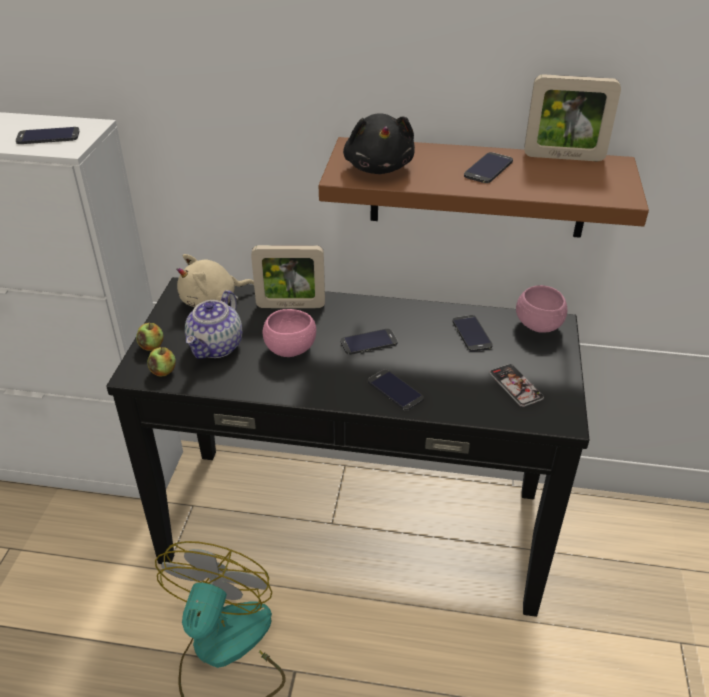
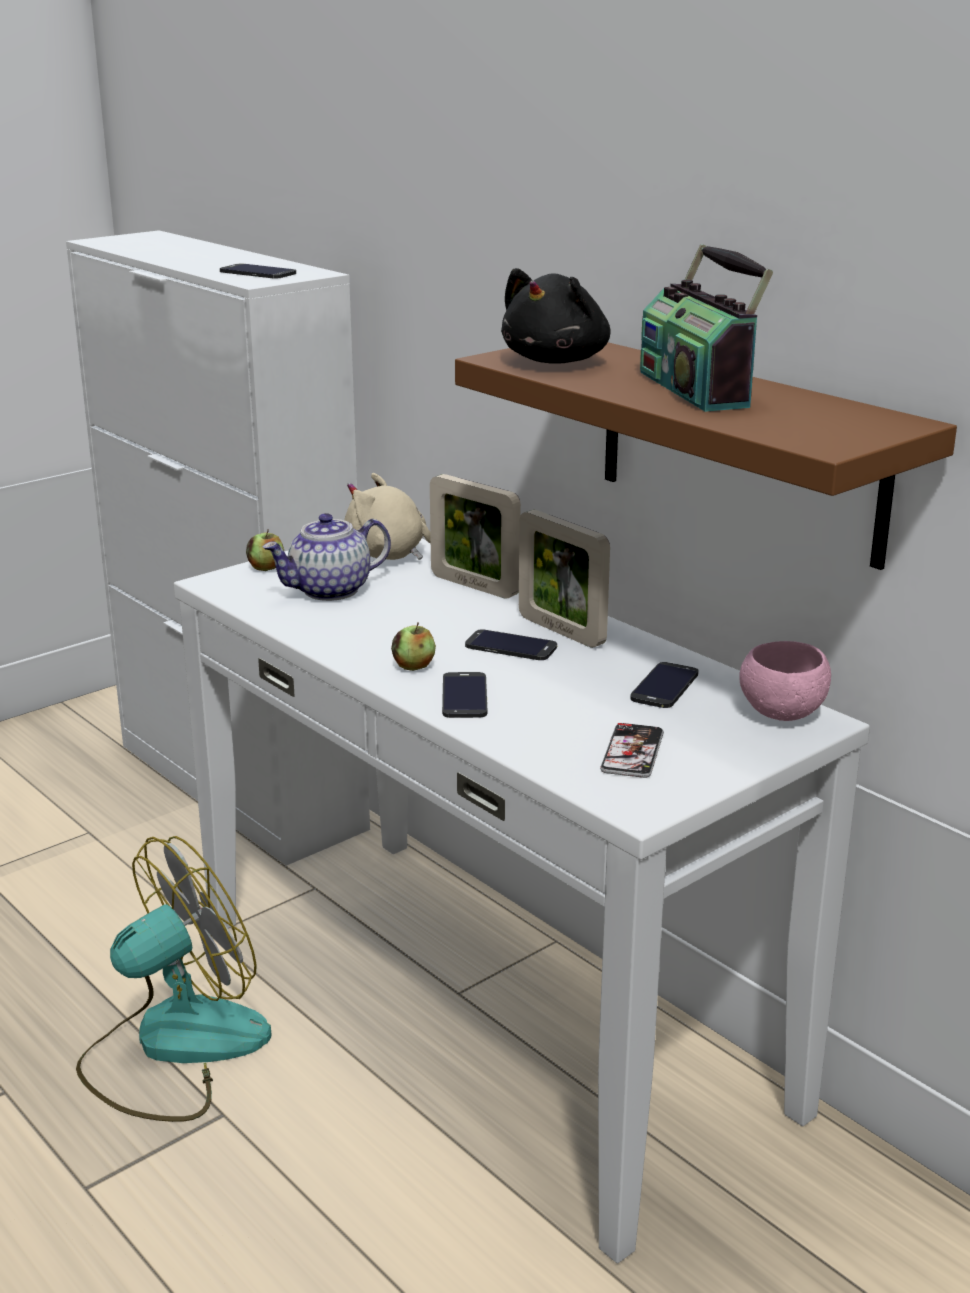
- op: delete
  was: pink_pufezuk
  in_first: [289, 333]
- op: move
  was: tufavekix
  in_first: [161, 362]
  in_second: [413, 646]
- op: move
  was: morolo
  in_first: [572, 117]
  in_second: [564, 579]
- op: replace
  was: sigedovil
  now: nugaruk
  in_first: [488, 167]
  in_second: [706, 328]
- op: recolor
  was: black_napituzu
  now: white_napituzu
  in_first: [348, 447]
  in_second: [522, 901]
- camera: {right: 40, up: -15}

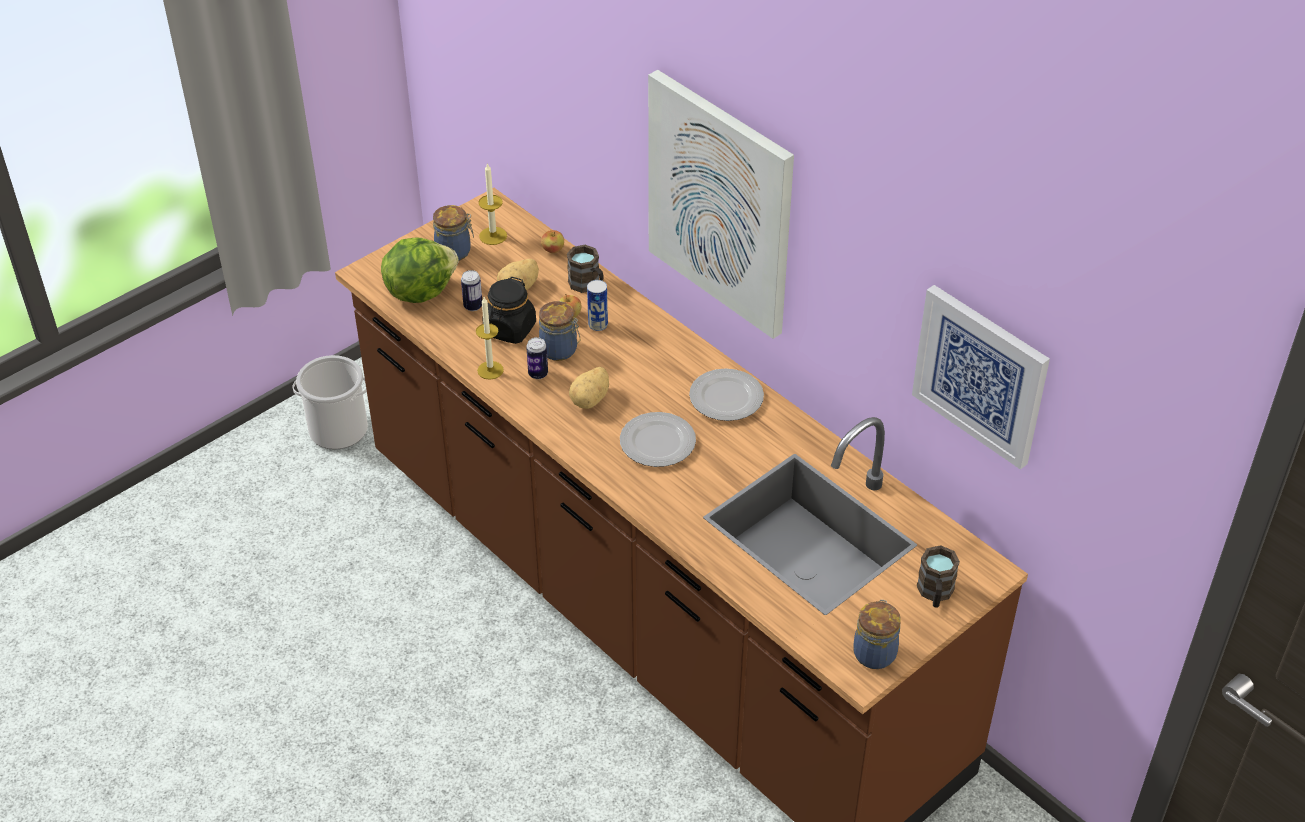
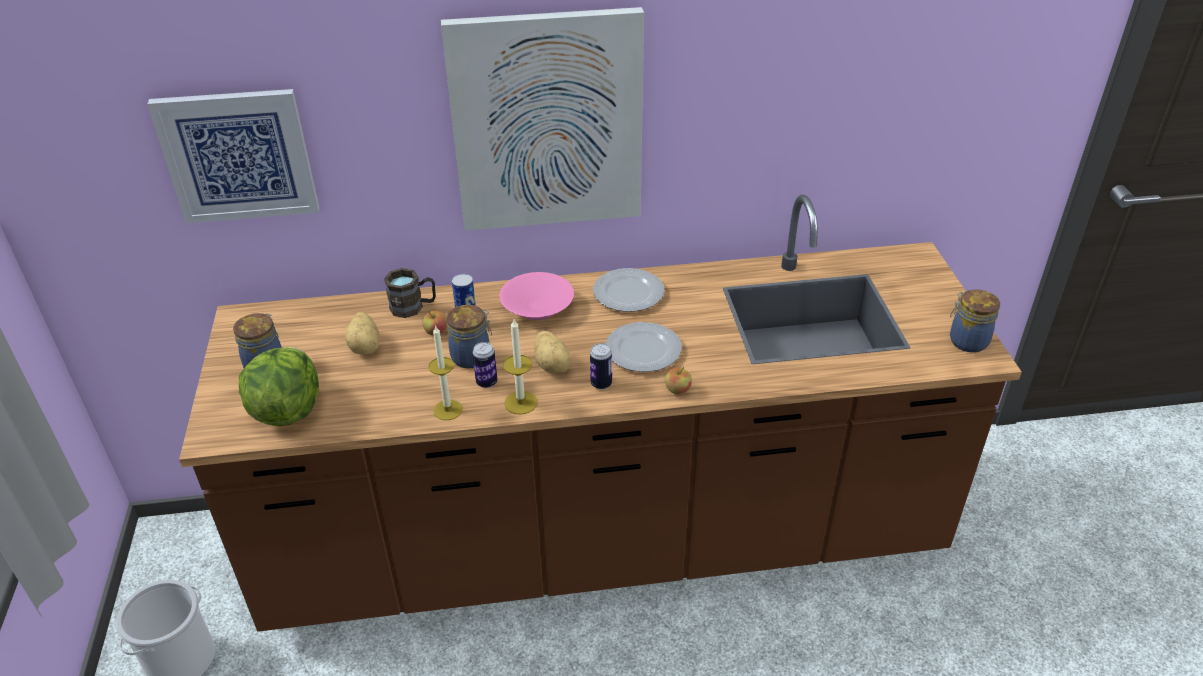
- op: delete
  was: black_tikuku
  in_first: [509, 310]
- op: delete
  was: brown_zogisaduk
  in_first: [938, 576]
- op: insert
  now: pink_pufezuk
  in_second: [536, 296]
- op: move
  was: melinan
  in_first: [471, 290]
  in_second: [601, 366]
- op: move
  was: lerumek
  in_first: [493, 204]
  in_second: [520, 367]
- op: move
  was: tufavekix
  in_first: [552, 241]
  in_second: [678, 380]
- op: move
  was: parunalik
  in_first: [981, 377]
  in_second: [233, 156]
- camera: {right: -55, up: -5}

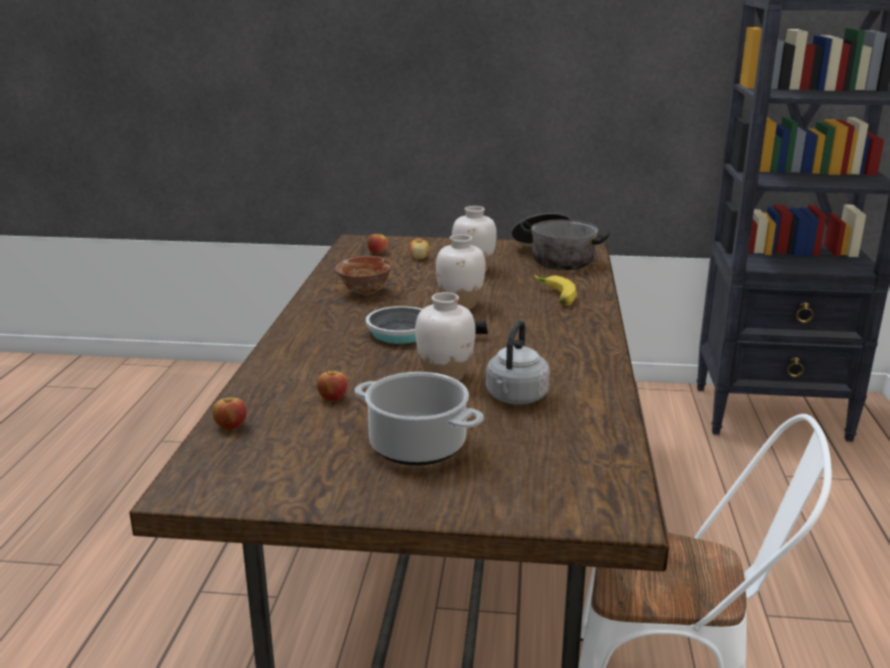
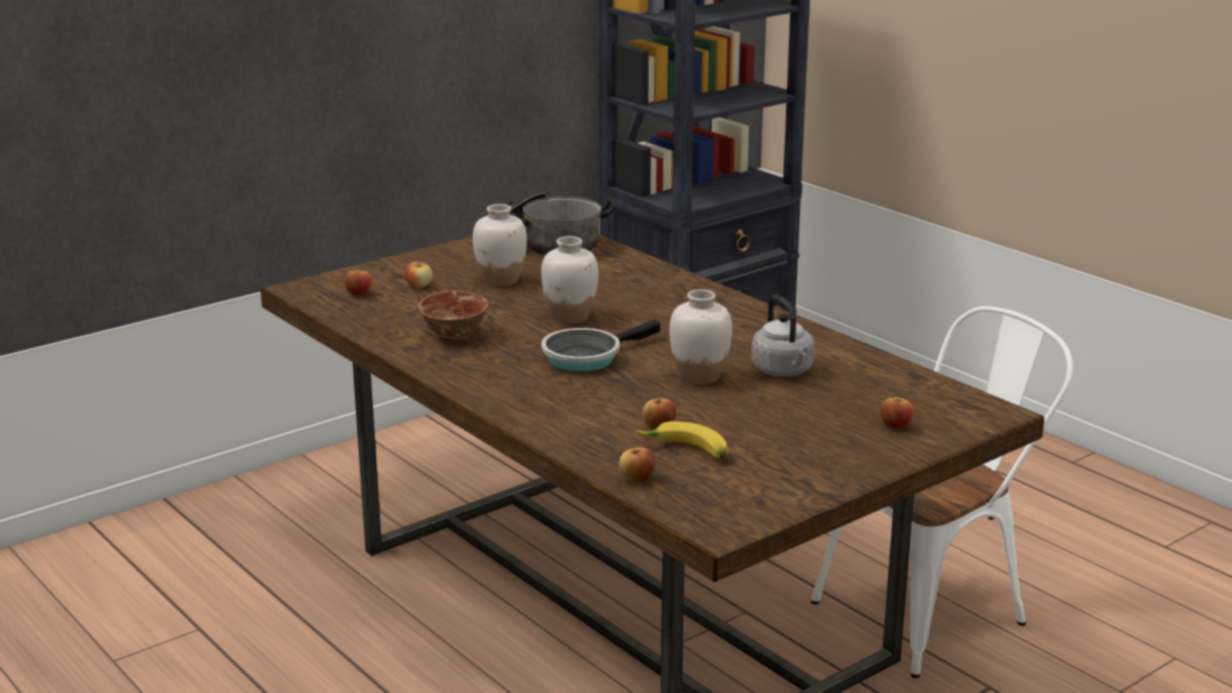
- op: delete
  was: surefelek
  in_first: [419, 419]
- op: insert
  now: tufavekix
  in_second: [896, 413]
- op: move
  was: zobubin
  in_first: [556, 290]
  in_second: [682, 440]
- camera: {right: -45, up: 0}

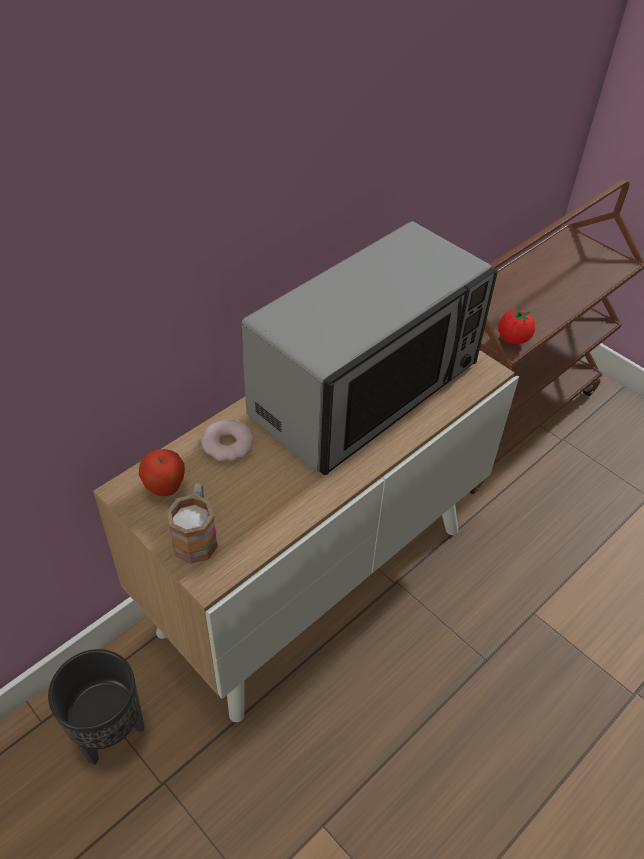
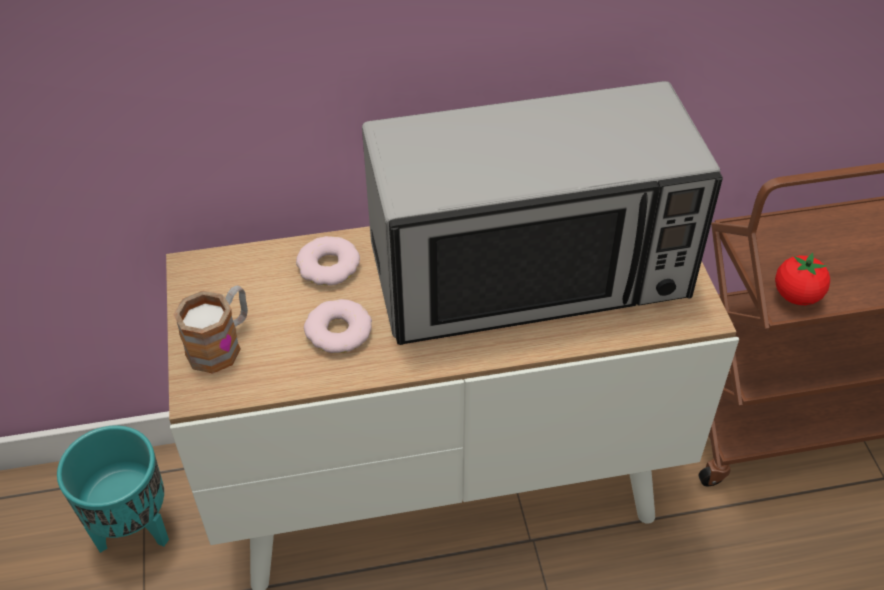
- op: delete
  was: tufavekix
  in_first: [162, 472]
- op: insert
  now: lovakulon
  in_second: [338, 326]
- op: recolor
  was: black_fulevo
  now: turquoise_fulevo
  in_first: [96, 707]
  in_second: [113, 489]
- camera: {right: 35, up: 0}

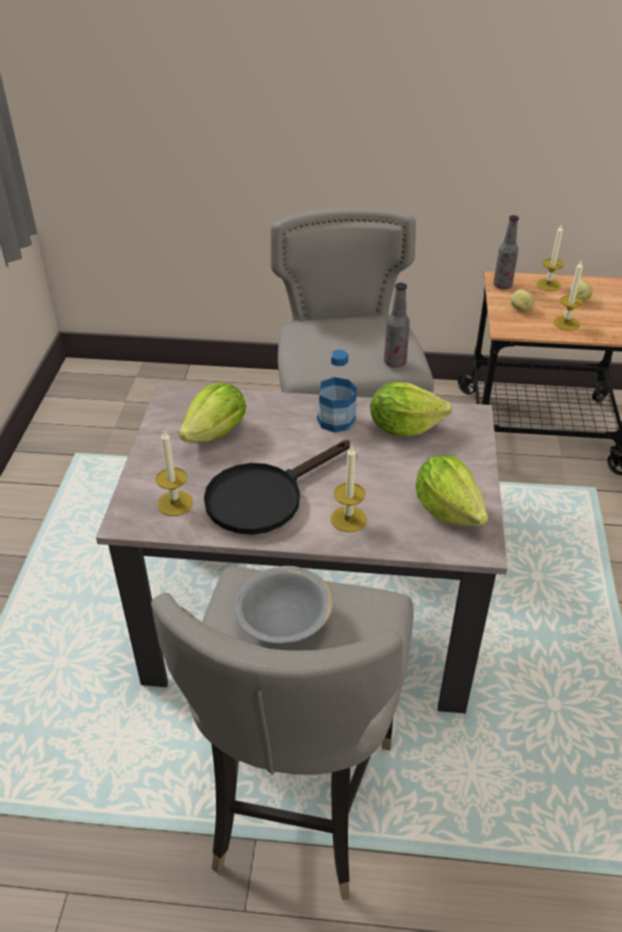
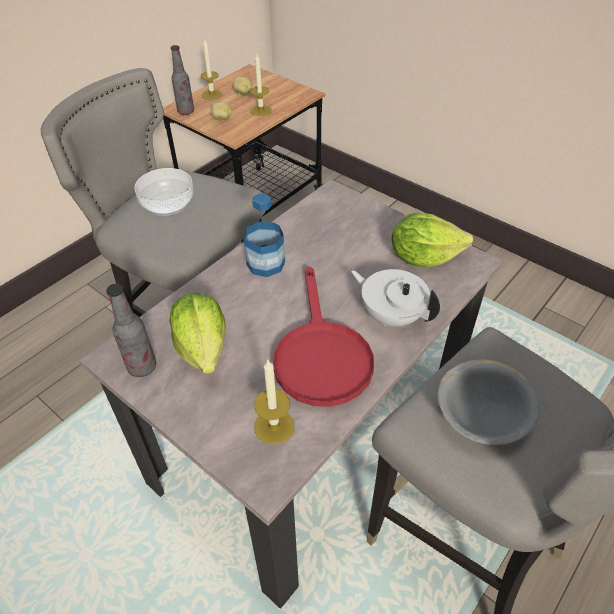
- op: delete
  was: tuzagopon
  in_first: [411, 409]
- op: insert
  now: pufezuk
  in_second: [164, 192]
- op: move
  was: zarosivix
  in_first: [397, 325]
  in_second: [131, 330]
- op: replace
  was: lerumek
  now: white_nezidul
  in_first: [349, 489]
  in_second: [395, 298]
- op: recolor
  was: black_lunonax
  now: red_lunonax
  in_first: [277, 487]
  in_second: [323, 336]
- camera: {right: -55, up: 5}

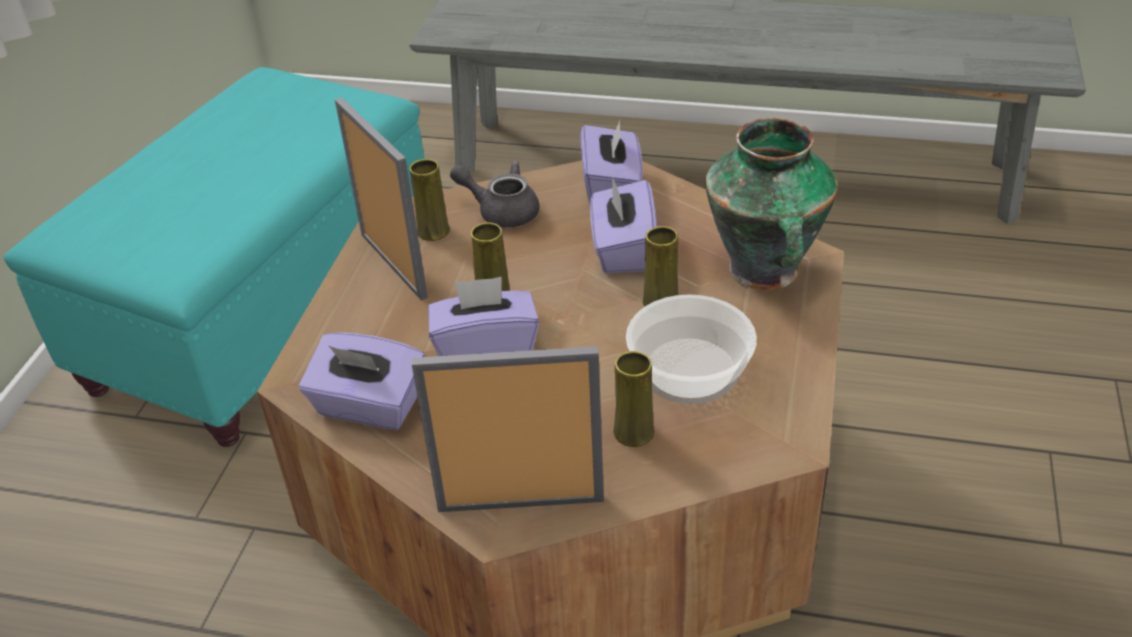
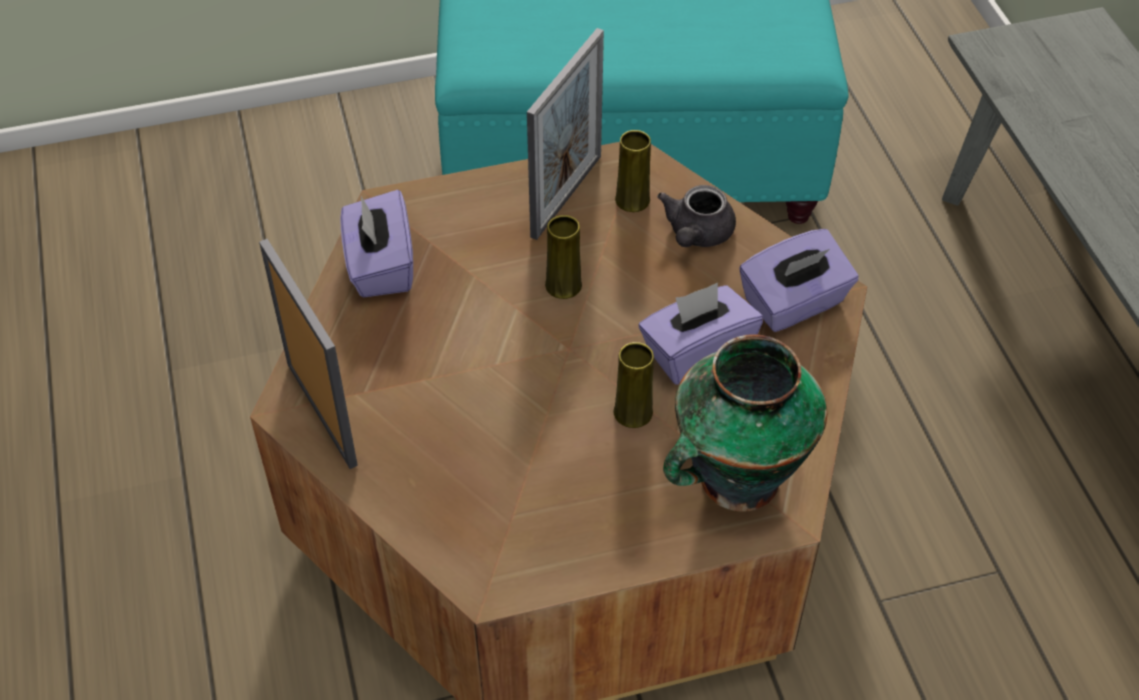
- op: delete
  was: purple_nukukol
  in_first: [483, 316]
- op: delete
  was: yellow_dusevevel
  in_first: [633, 399]
- op: delete
  was: pufezuk
  in_first: [691, 349]
- op: rotate
  was: grey_nezidul
  in_first: [494, 194]
  in_second: [696, 216]
  clockwise: -150
- camera: {right: 60, up: 10}

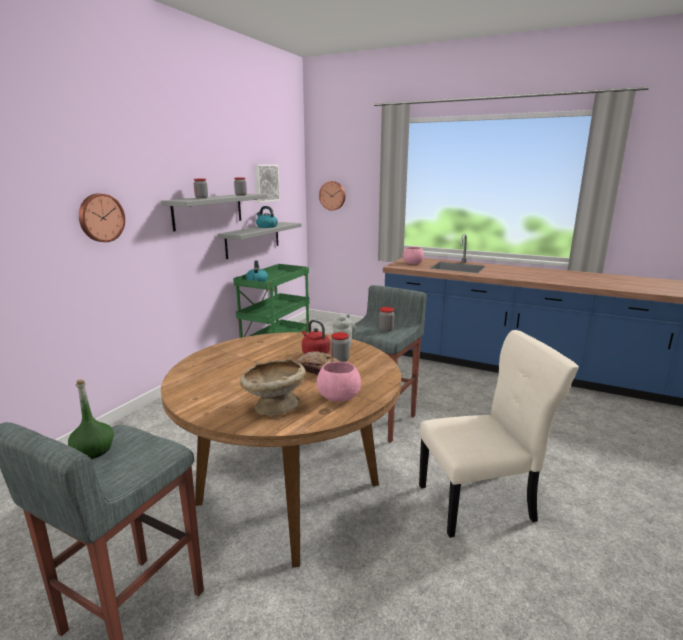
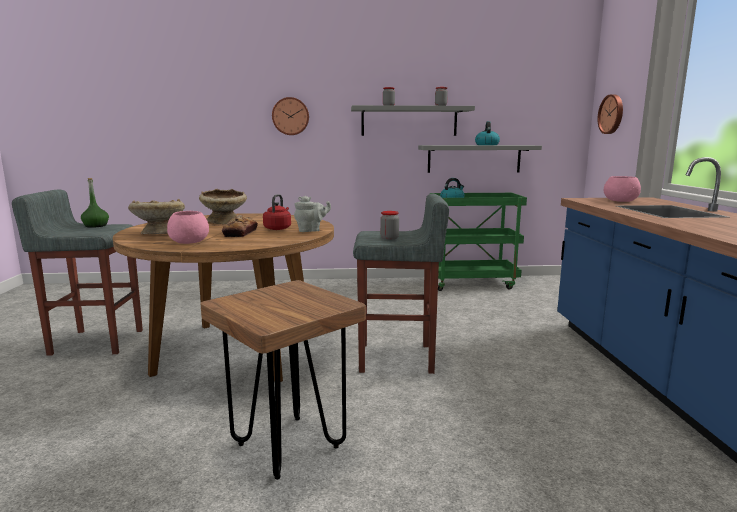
- op: delete
  was: parunalik
  in_first: [267, 184]
- op: delete
  was: tikuku
  in_first: [340, 347]
- op: insert
  now: beige_pufezuk
  in_second: [223, 206]
- op: replace
  was: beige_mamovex
  now: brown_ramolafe
  in_first: [499, 434]
  in_second: [283, 380]
- camera: {right: 60, up: -5}

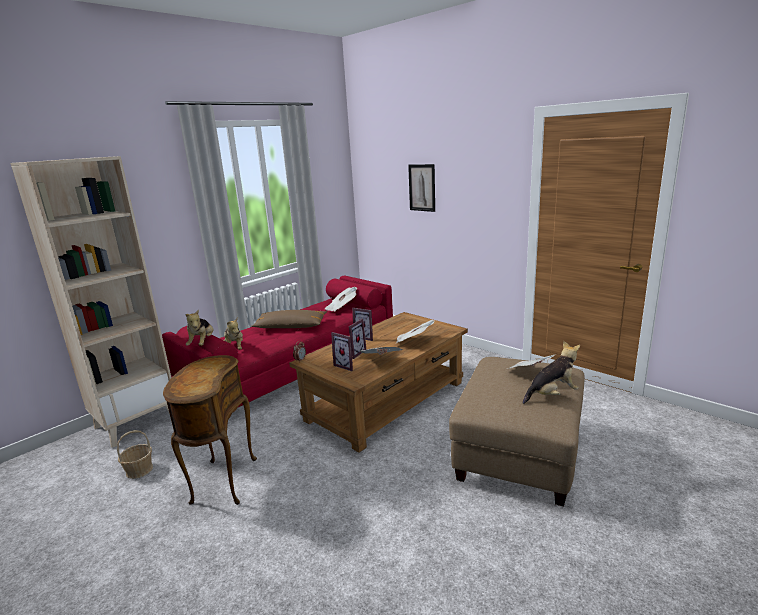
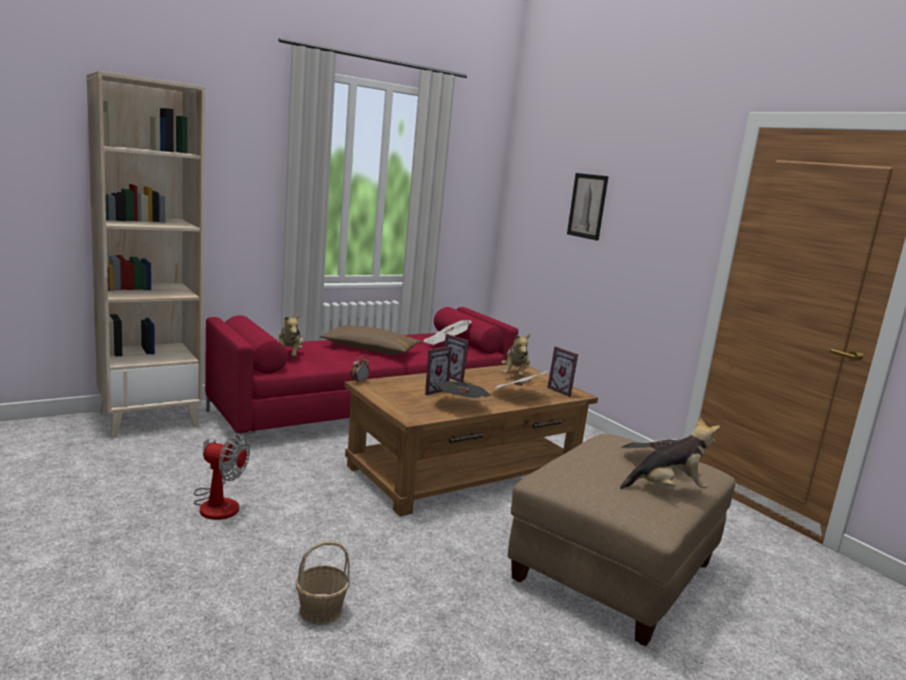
- op: move
  was: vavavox
  in_first: [135, 454]
  in_second: [323, 583]
- op: move
  was: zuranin
  in_first: [199, 327]
  in_second: [515, 355]
- op: move
  was: morolo
  in_first: [342, 351]
  in_second: [562, 371]
- op: replace
  was: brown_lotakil
  now: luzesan
  in_first: [210, 430]
  in_second: [222, 476]
- camera: {right: 10, up: -5}

